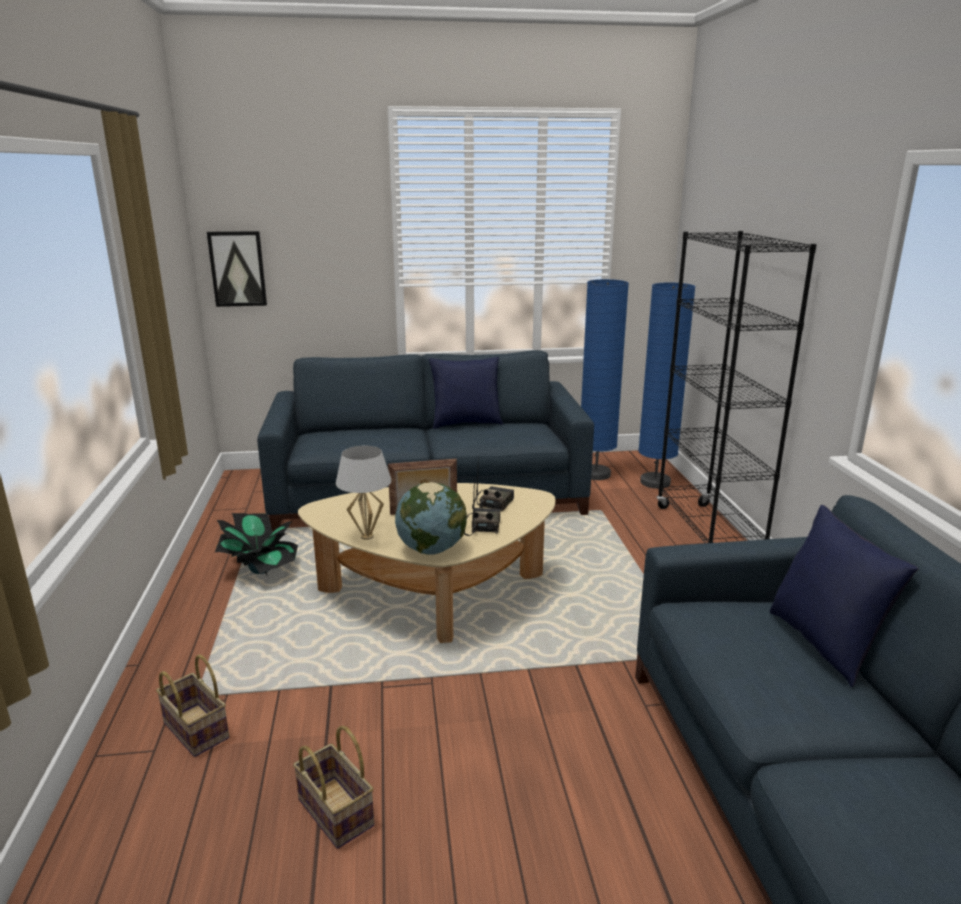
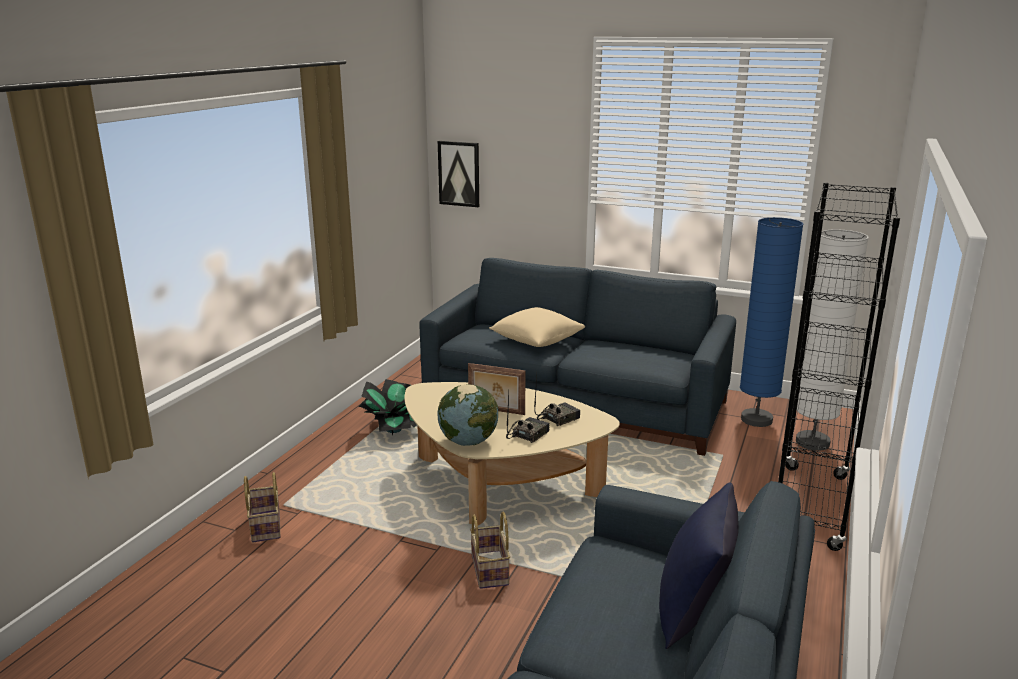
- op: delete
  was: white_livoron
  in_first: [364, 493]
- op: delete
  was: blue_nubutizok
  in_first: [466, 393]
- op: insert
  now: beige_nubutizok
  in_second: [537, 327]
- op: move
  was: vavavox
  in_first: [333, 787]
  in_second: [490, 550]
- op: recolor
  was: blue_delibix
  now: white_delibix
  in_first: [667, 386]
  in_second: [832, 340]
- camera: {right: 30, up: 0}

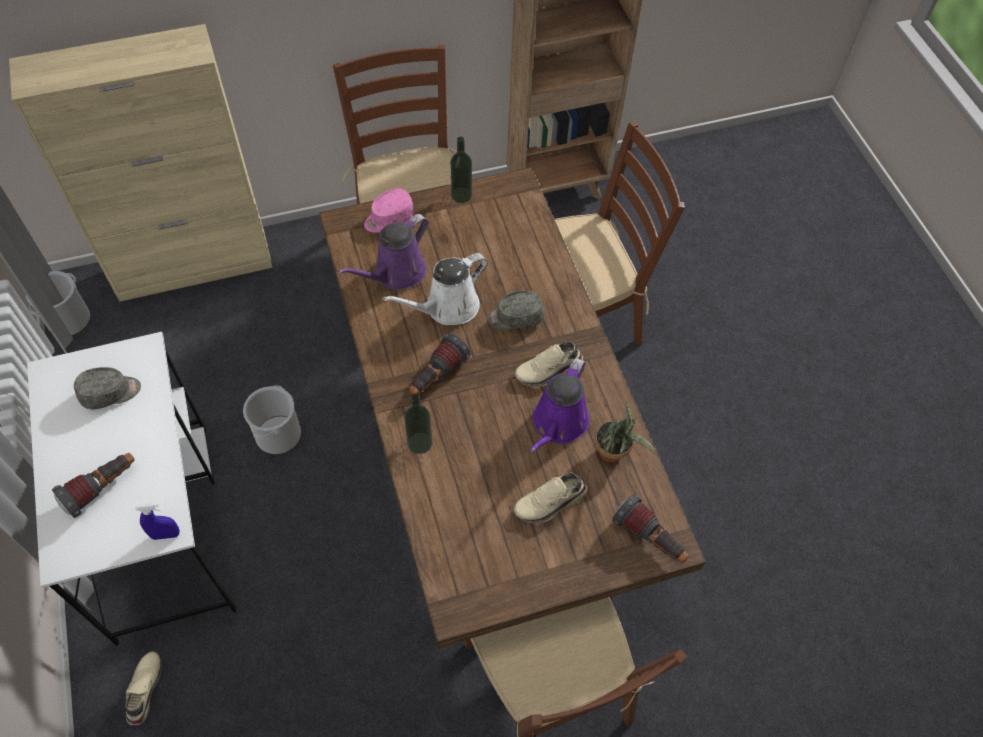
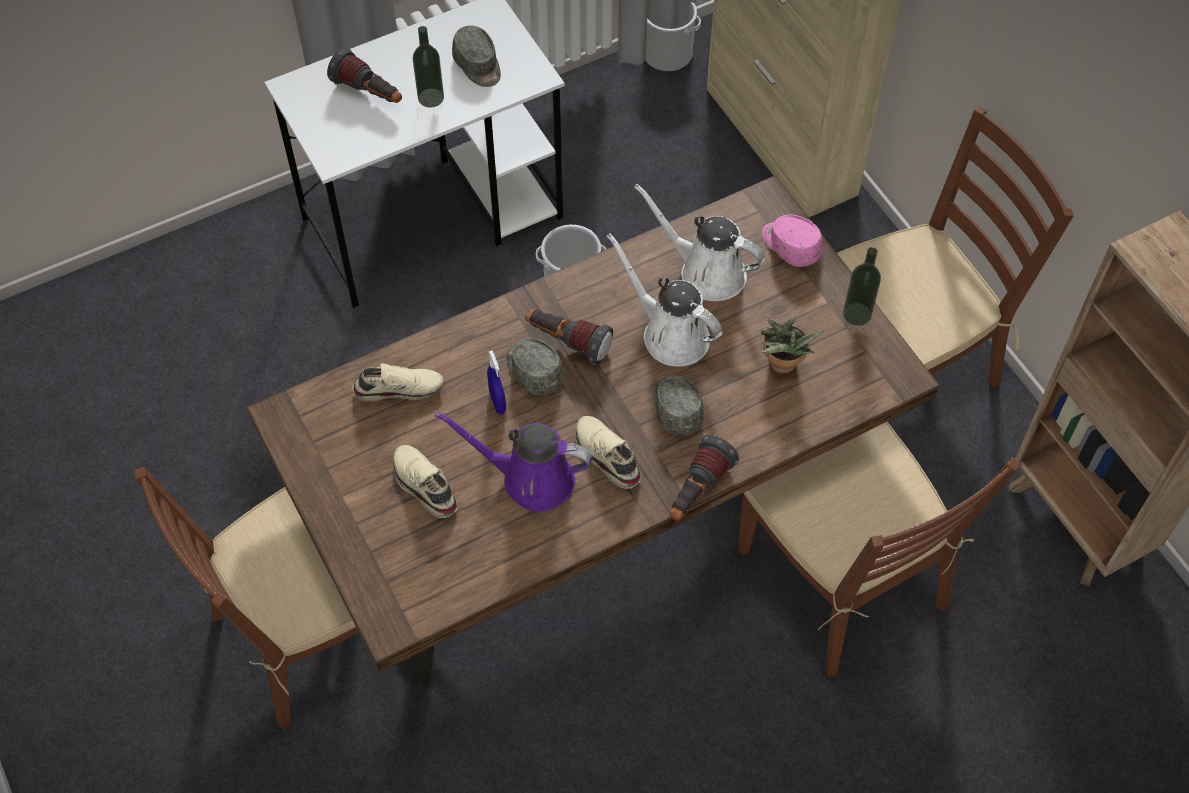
- op: insert
  now: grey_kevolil
  in_second: [535, 366]
- op: move
  was: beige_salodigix
  in_first: [143, 688]
  in_second: [398, 382]
- op: move
  was: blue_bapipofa
  in_first: [157, 521]
  in_second: [496, 382]
- op: move
  was: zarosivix
  in_first: [418, 424]
  in_second: [428, 67]
- op: move
  was: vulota
  in_first: [624, 432]
  in_second: [792, 346]
- op: move
  was: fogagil
  in_first: [650, 528]
  in_second: [704, 478]
- op: recolor
  was: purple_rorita
  now: white_rorita
  in_first: [383, 252]
  in_second: [699, 242]
- camera: {right: 80, up: 0}

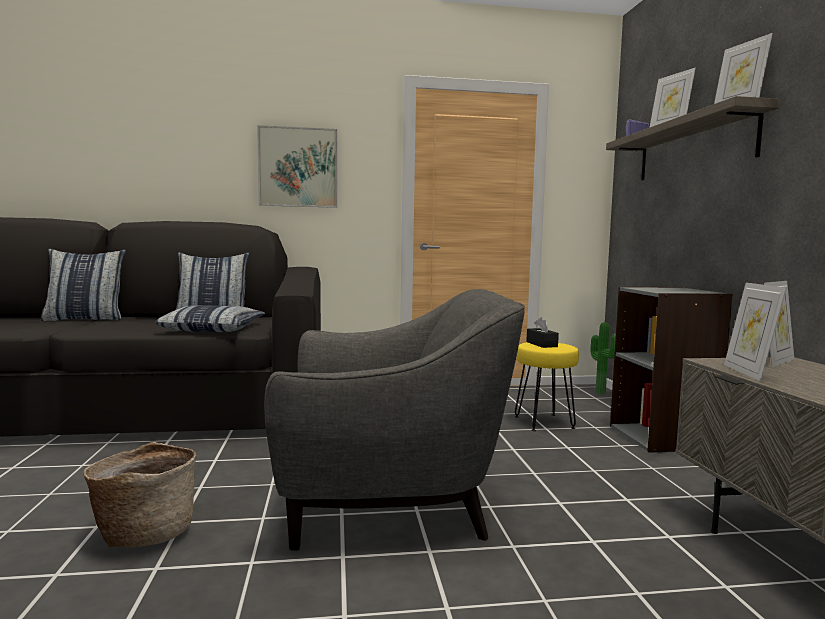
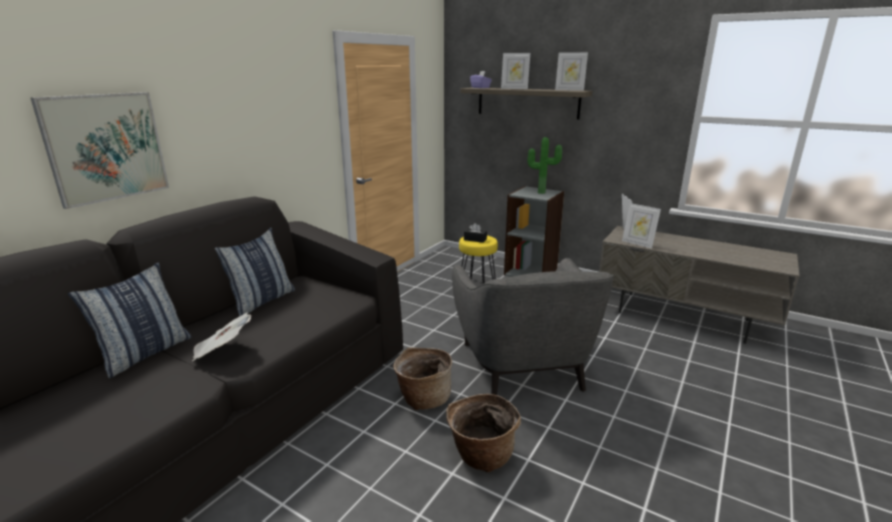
- op: delete
  was: nubutizok
  in_first: [210, 318]
- op: insert
  now: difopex
  in_second: [221, 336]
- op: insert
  now: vavavox
  in_second: [423, 378]
- op: move
  was: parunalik
  in_first: [297, 166]
  in_second: [99, 150]
- op: move
  was: vulota
  in_first: [603, 358]
  in_second: [544, 165]
- op: rotate
  was: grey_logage
  in_first: [394, 420]
  in_second: [533, 326]
  clockwise: 135
- camera: {right: -50, up: 15}

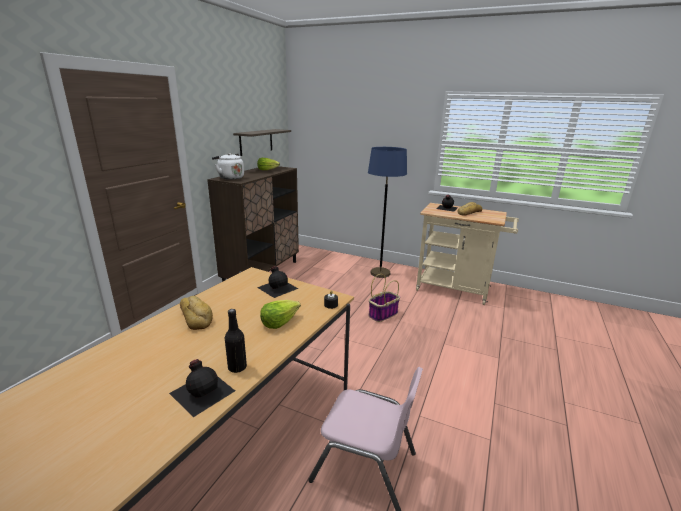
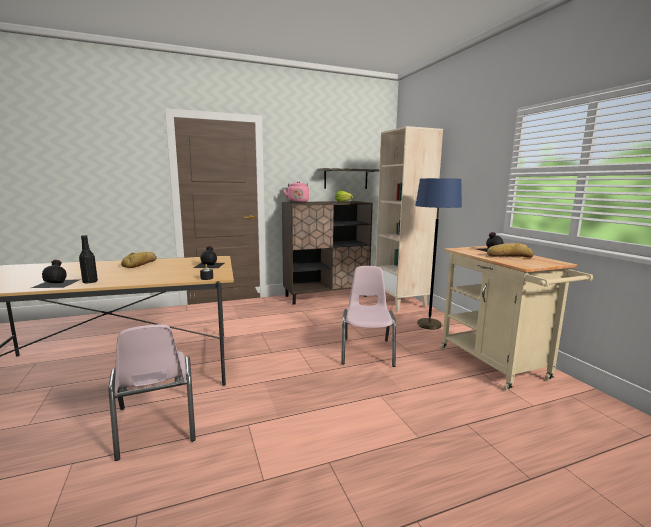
- op: delete
  was: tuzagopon
  in_first: [280, 314]
- op: insert
  now: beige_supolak
  in_second: [409, 218]
- op: replace
  was: vavavox
  now: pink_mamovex
  in_first: [384, 298]
  in_second: [368, 316]
- op: recolor
  was: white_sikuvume
  now: pink_sikuvume
  in_first: [228, 166]
  in_second: [296, 192]
- camera: {right: 45, up: -10}

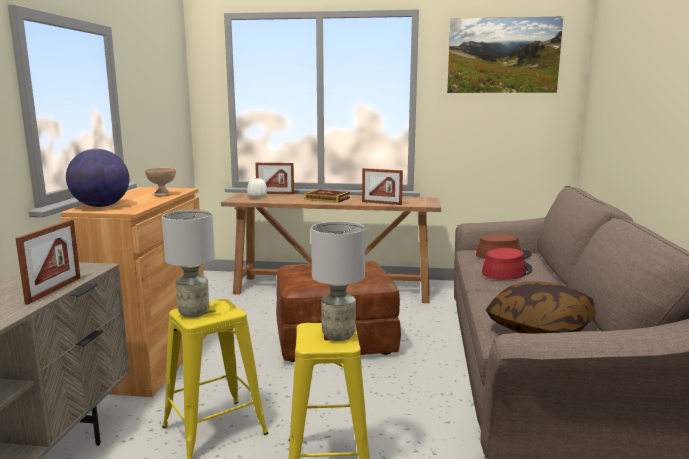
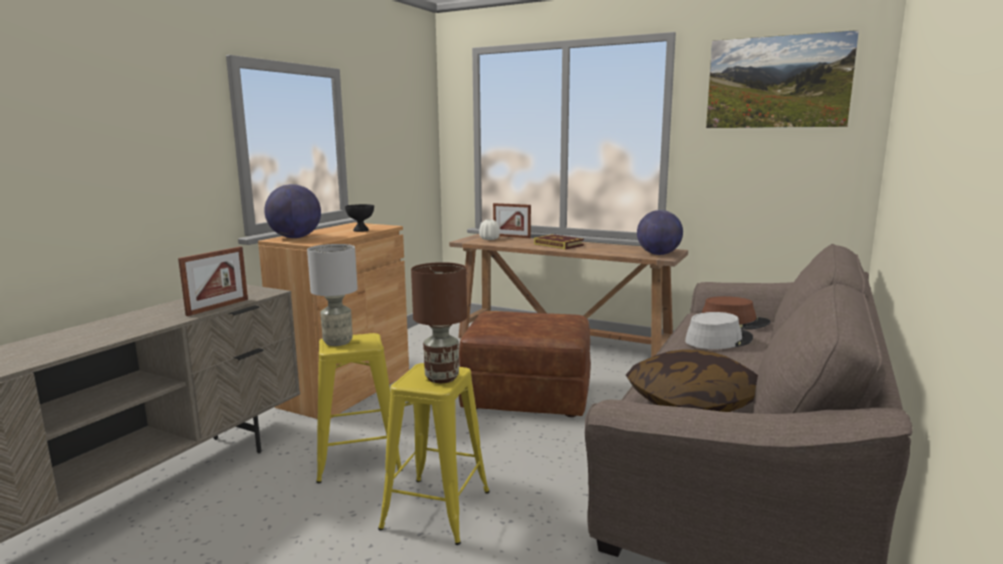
- op: delete
  was: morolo
  in_first: [382, 186]
- op: insert
  now: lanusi
  in_second: [660, 232]
- op: recolor
  was: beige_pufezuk
  now: black_pufezuk
  in_first: [160, 182]
  in_second: [359, 218]
- op: recolor
  was: grey_livoron
  now: brown_livoron
  in_first: [338, 281]
  in_second: [439, 322]
- op: recolor
  was: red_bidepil
  now: grey_bidepil
  in_first: [507, 264]
  in_second: [719, 330]
- camera: {right: 20, up: 0}

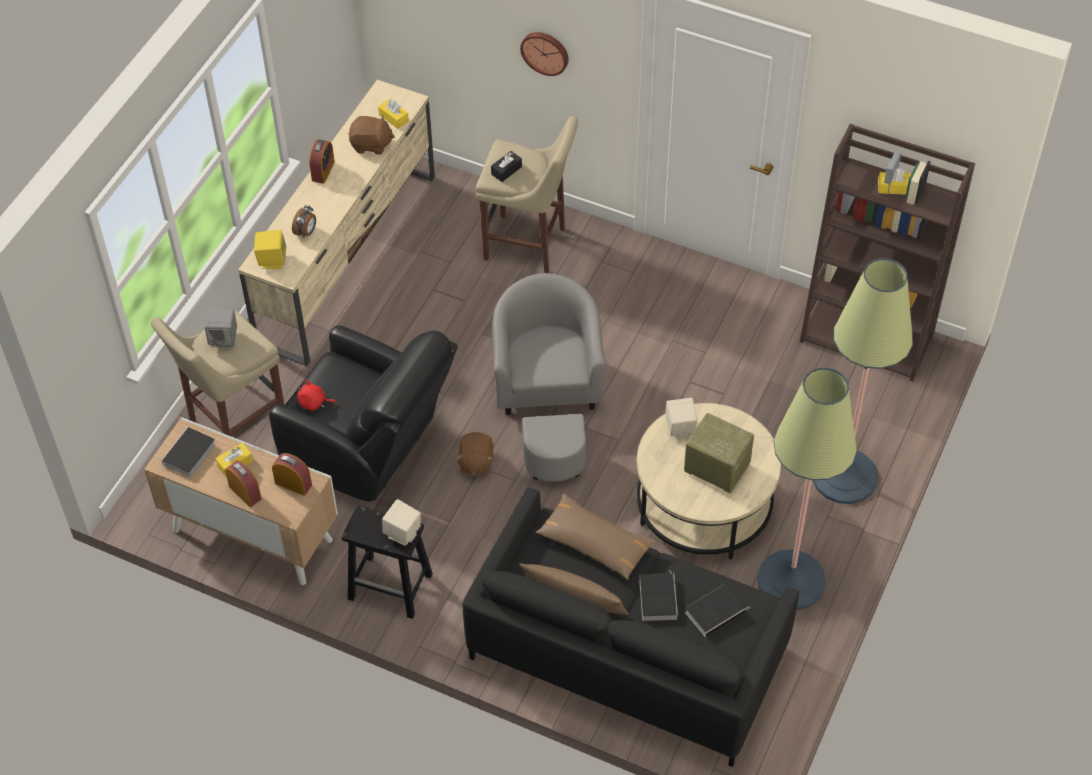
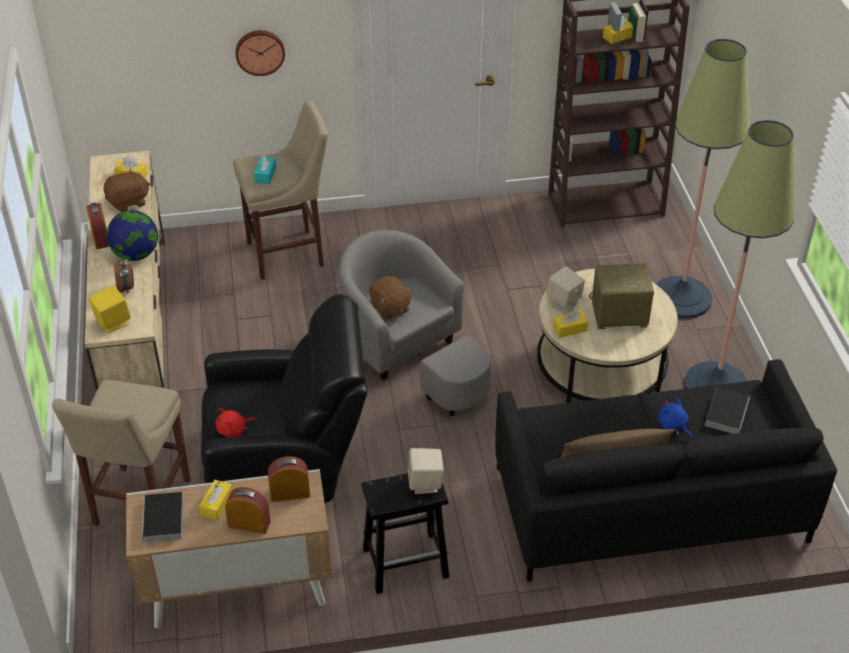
- op: delete
  was: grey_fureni
  in_first: [221, 327]
- op: delete
  was: brown_nubutizok
  in_first: [595, 537]
- op: insert
  now: lanusi
  in_second: [132, 235]
- op: insert
  now: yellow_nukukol
  in_second: [570, 324]
- op: move
  was: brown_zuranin
  in_first: [475, 454]
  in_second: [390, 298]
- op: replace
  was: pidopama
  now: blue_zuranin
  in_first: [658, 595]
  in_second: [675, 418]
- op: recolor
  was: black_nukukol
  now: turquoise_nukukol
  in_first: [506, 166]
  in_second: [265, 169]
- camera: {right: -35, up: -10}

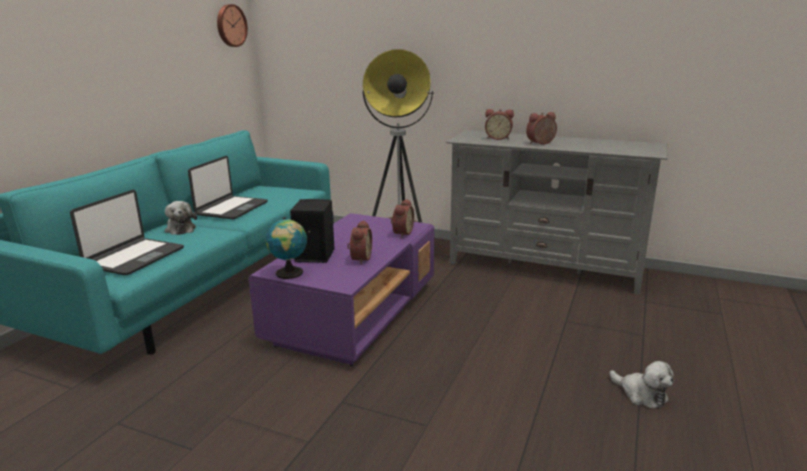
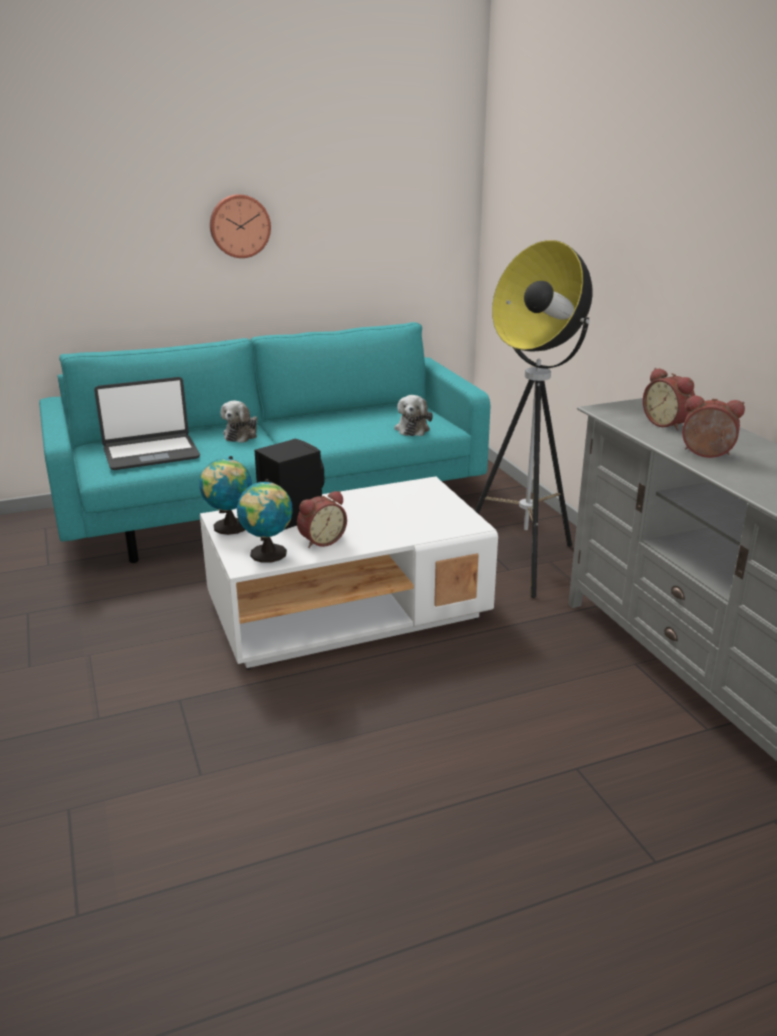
- op: delete
  was: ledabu
  in_first: [228, 188]
- op: delete
  was: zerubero
  in_first: [402, 218]
- op: insert
  now: lanusi
  in_second: [265, 521]
- op: move
  was: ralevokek
  in_first: [232, 25]
  in_second: [240, 226]
- op: move
  was: zuranin
  in_first: [642, 384]
  in_second: [413, 415]
- op: recolor
  was: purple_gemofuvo
  now: white_gemofuvo
  in_first: [341, 289]
  in_second: [349, 572]
- camera: {right: 45, up: 5}

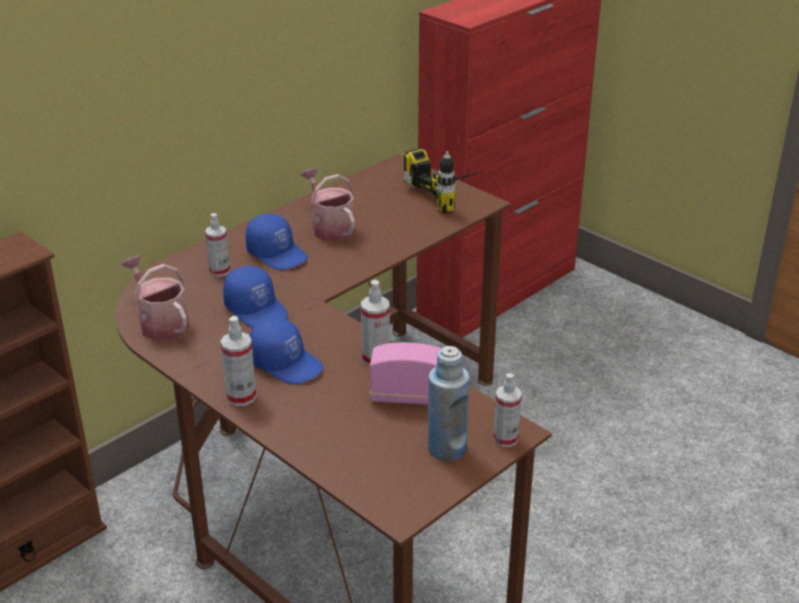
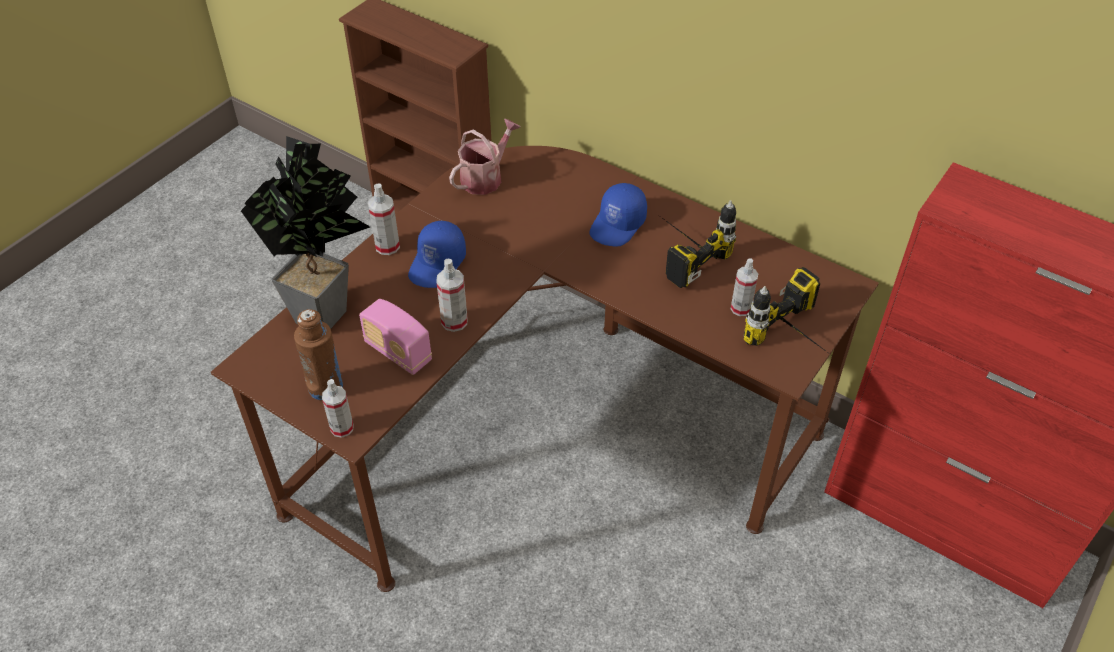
- op: delete
  was: blue_kevolil
  in_first: [255, 297]
- op: insert
  now: vulota
  in_second: [305, 232]
- op: move
  was: bapipofa
  in_first: [217, 245]
  in_second: [744, 287]
- op: replace
  was: rorita
  now: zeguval
  in_first: [328, 205]
  in_second: [696, 244]
- op: recolor
  was: blue_zarosivix
  now: brown_zarosivix
  in_first: [449, 403]
  in_second: [318, 355]
- op: rotate
  was: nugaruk
  in_first: [406, 373]
  in_second: [395, 337]
  clockwise: 135
- camera: {right: 80, up: 15}

